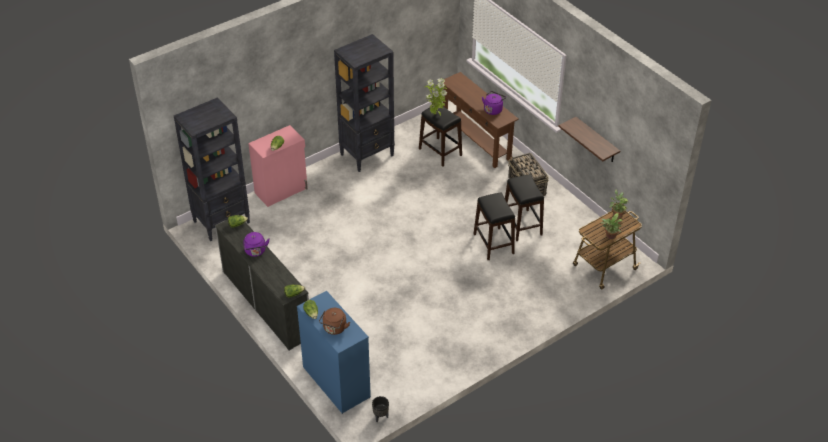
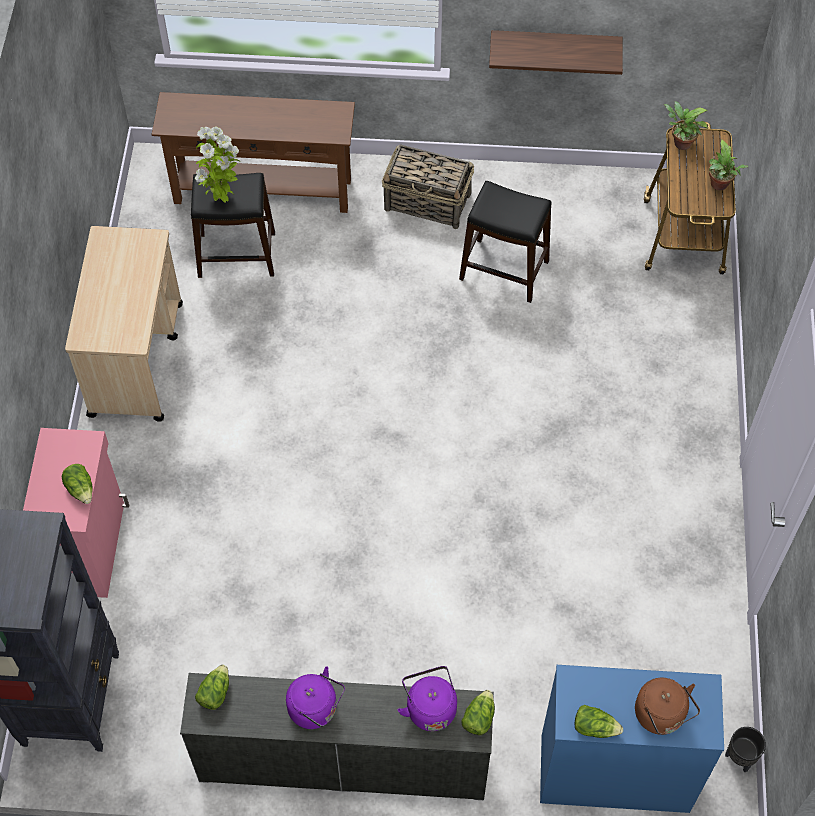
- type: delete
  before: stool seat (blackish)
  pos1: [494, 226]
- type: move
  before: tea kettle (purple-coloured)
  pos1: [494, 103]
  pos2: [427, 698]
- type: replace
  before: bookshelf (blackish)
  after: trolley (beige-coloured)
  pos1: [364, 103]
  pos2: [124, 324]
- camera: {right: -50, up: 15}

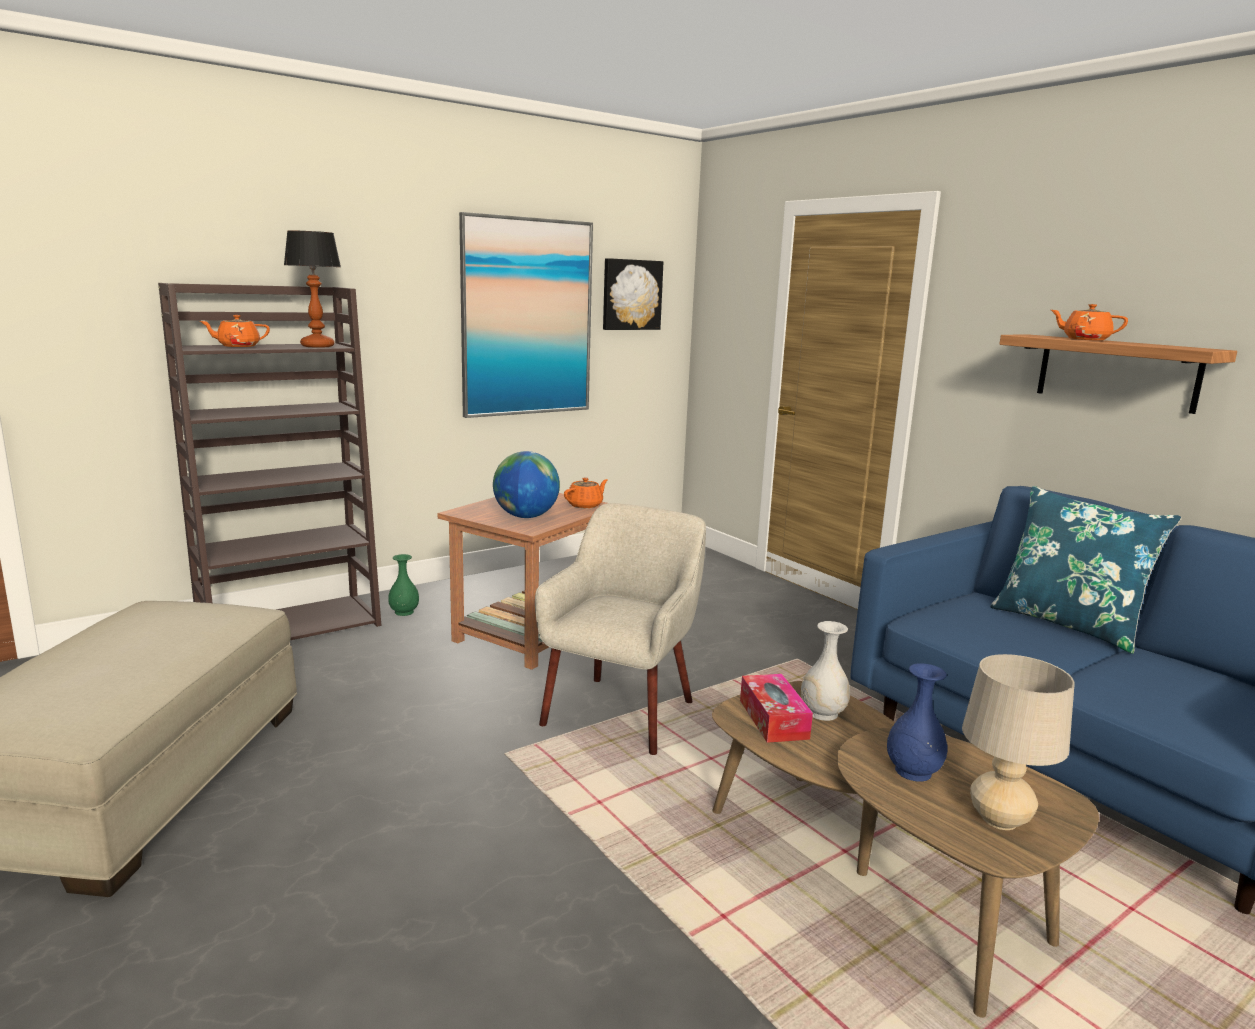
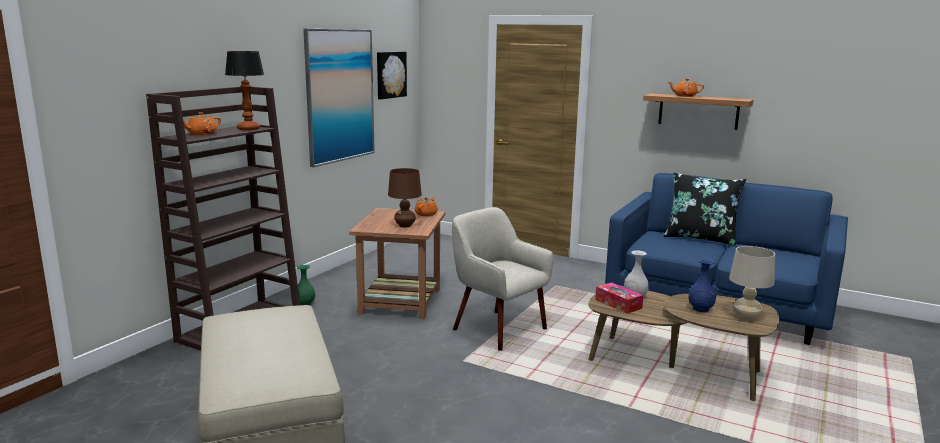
- type: replace
  before: world globe
  after: lamp for a table (brown)
  pos1: [526, 484]
  pos2: [405, 197]
- type: recolor
  before: cushion (blue)
  after: cushion (blackish)
  pos1: [1085, 570]
  pos2: [705, 209]
- type: rotate
  before: lounge chair (beige-coloured)
  pos1: [620, 629]
  pos2: [503, 279]
  turn: -45
- camera: {right: -25, up: 0}

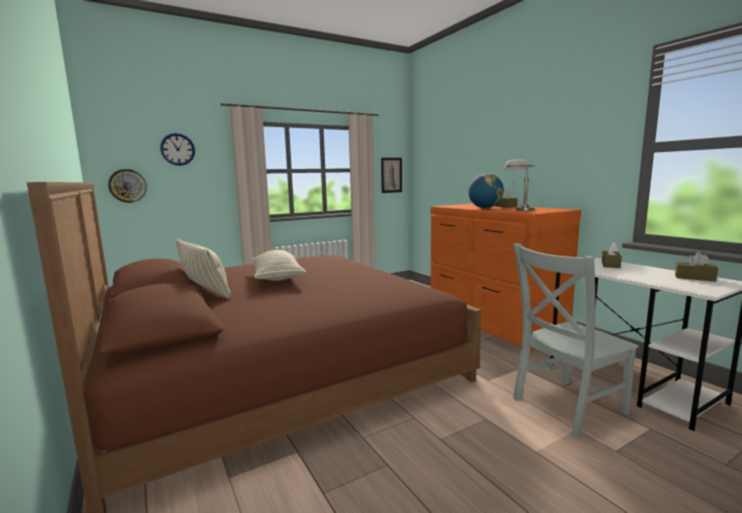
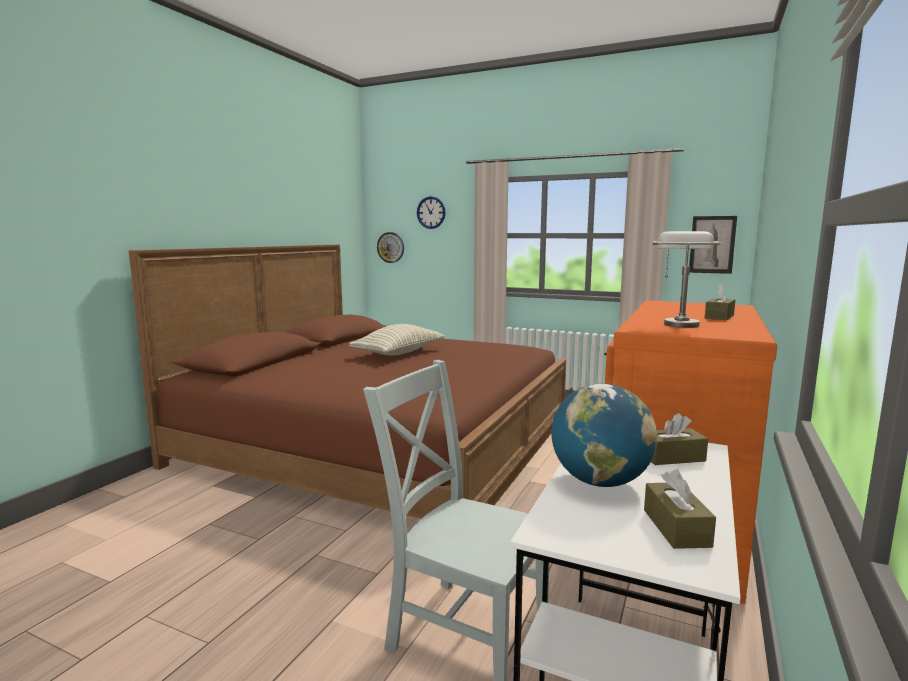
- type: delete
  before: cushion
  pos1: [203, 269]
- type: move
  before: world globe
  pos1: [486, 191]
  pos2: [604, 435]
- camera: {right: 55, up: 0}

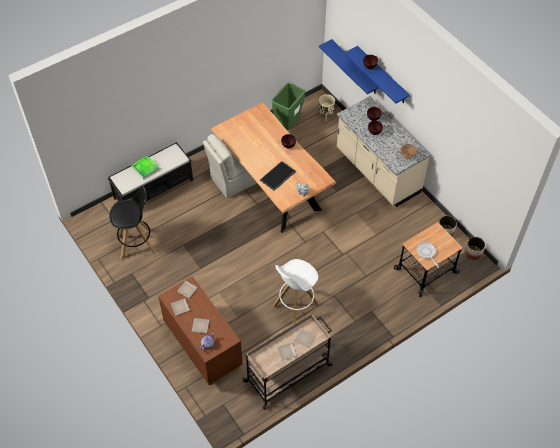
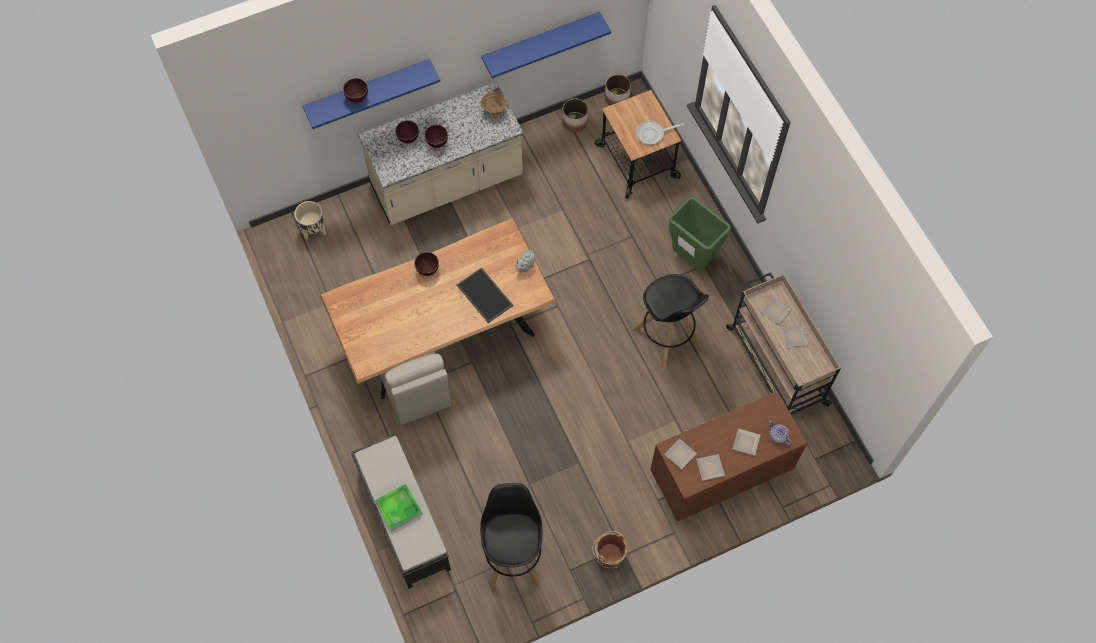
- type: insert
  after: bucket (brown)
  pos2: [609, 550]
- type: move
  before: waste bin (green-coloured)
  pos1: [288, 106]
  pos2: [700, 233]
- type: move
  before: wall shelf (blue)
  pos1: [349, 66]
  pos2: [546, 45]
- type: recolor
  before: stool seat (whitish)
  after: stool seat (blackish)
  pos1: [296, 291]
  pos2: [671, 321]
- camera: {right: -80, up: 10}

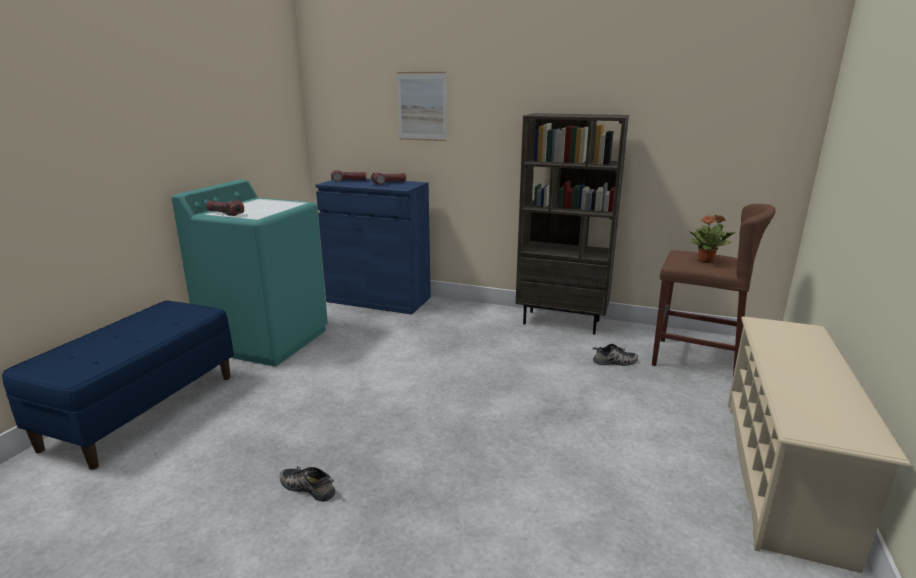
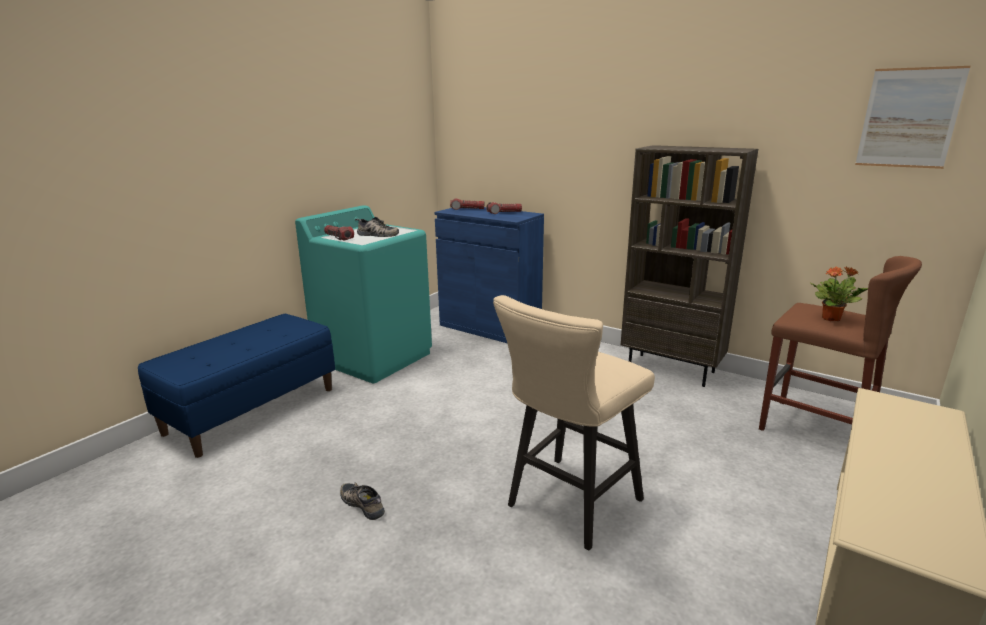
- type: insert
  after: stool seat (beige-coloured)
  pos2: [574, 423]
- type: move
  before: wall art
  pos1: [422, 106]
  pos2: [913, 117]
- type: move
  before: item of footwear
  pos1: [615, 355]
  pos2: [377, 227]
- camera: {right: 15, up: 0}

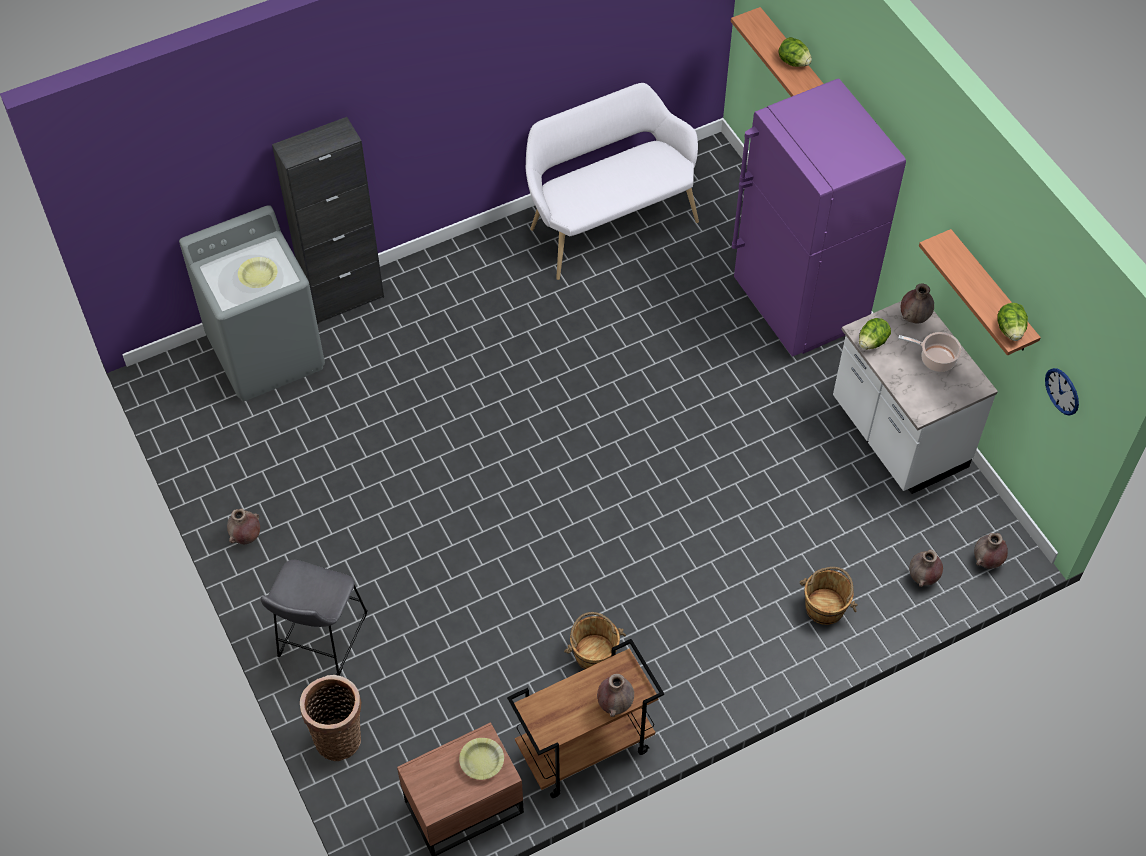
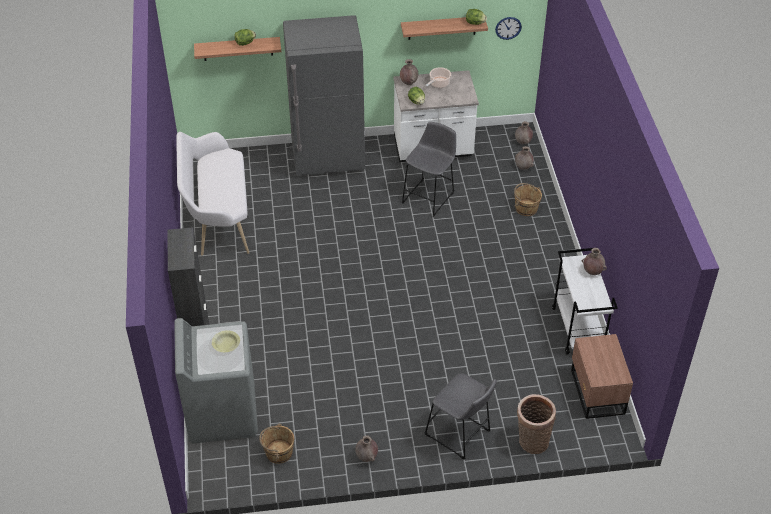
- type: delete
  before: serving bowl (yellowish)
  pos1: [481, 759]
- type: insert
  after: stool seat (gray)
  pos2: [429, 169]
- type: move
  before: bucket (brown)
  pos1: [595, 640]
  pos2: [276, 443]
- type: recolor
  before: trolley (brown)
  after: trolley (whitish)
  pos1: [585, 718]
  pos2: [585, 301]
- type: recolor
  before: kitchen fridge (purple-coloured)
  after: kitchen fridge (gray)
  pos1: [819, 217]
  pos2: [324, 95]
- camera: {right: -70, up: -10}

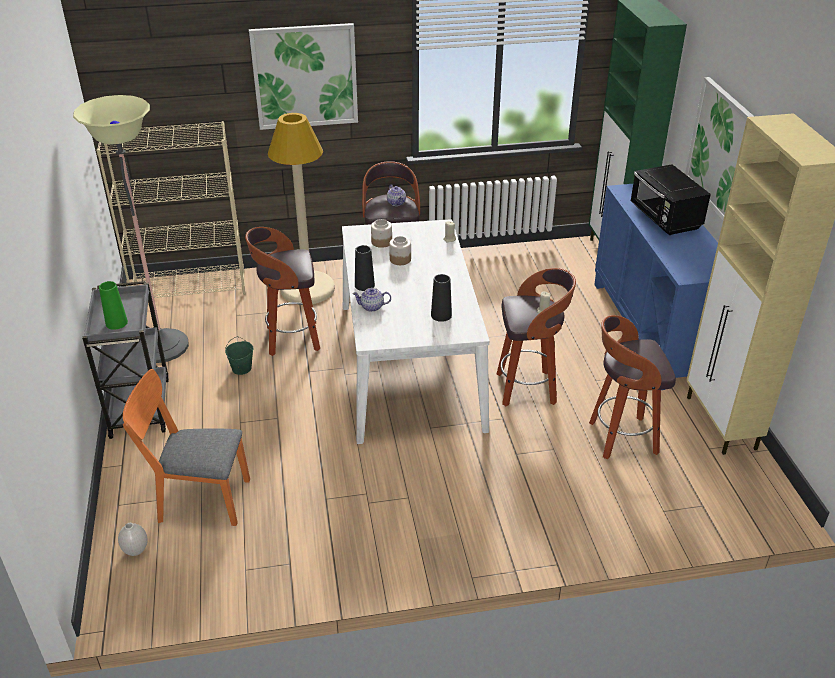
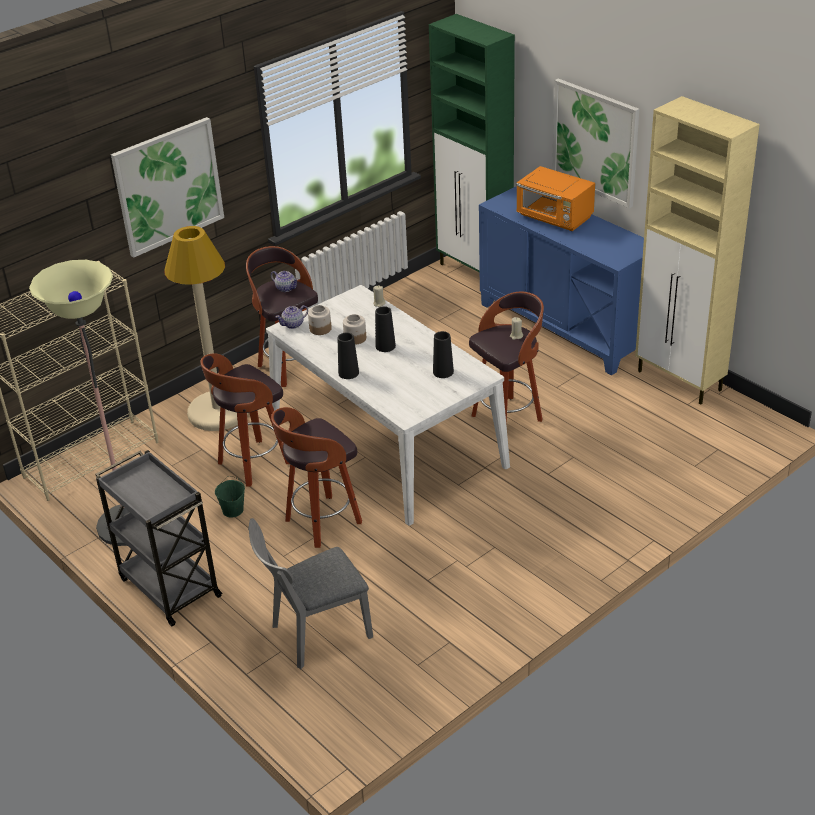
- type: delete
  before: vase (green-coloured)
  pos1: [113, 305]
- type: delete
  before: vase (whitish)
  pos1: [133, 539]
- type: insert
  after: vase (blackish)
  pos2: [385, 329]
- type: move
  before: tea pot
  pos1: [371, 300]
  pos2: [292, 317]
- type: move
  before: stool seat
  pos1: [632, 387]
  pos2: [316, 477]
- type: recolor
  before: upright chair (orange-coloured)
  after: upright chair (gray)
  pos1: [186, 447]
  pos2: [310, 593]
- type: recolor
  before: microwave (blackish)
  after: microwave (orange-coloured)
  pos1: [670, 199]
  pos2: [555, 198]
- camera: {right: -30, up: 0}

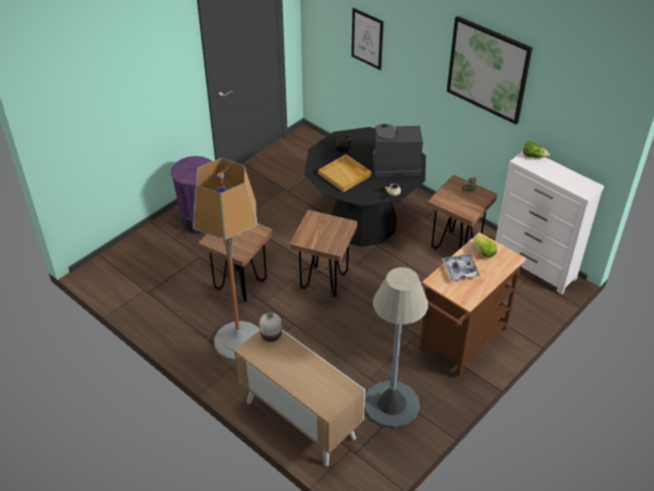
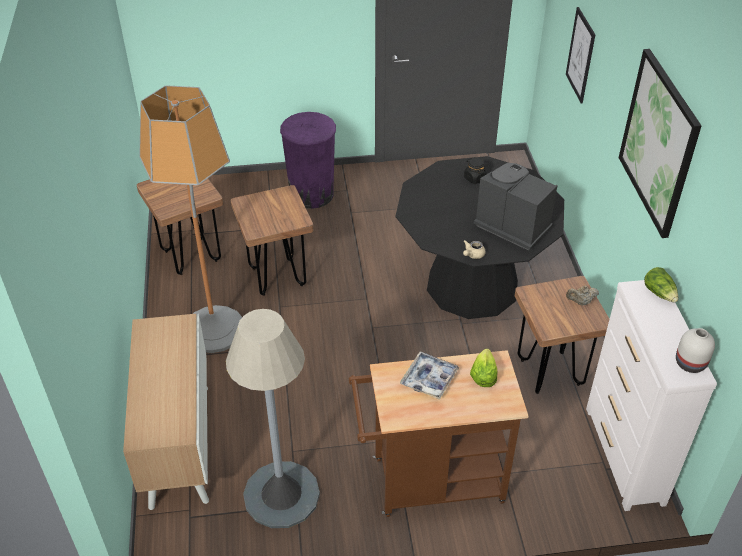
- type: delete
  before: carrying tray (beige-coloured)
  pos1: [345, 173]
- type: move
  before: vase (whitish)
  pos1: [271, 327]
  pos2: [695, 350]
- type: move
  before: stool seat (brown)
  pos1: [323, 253]
  pos2: [180, 227]
- camera: {right: 40, up: 0}

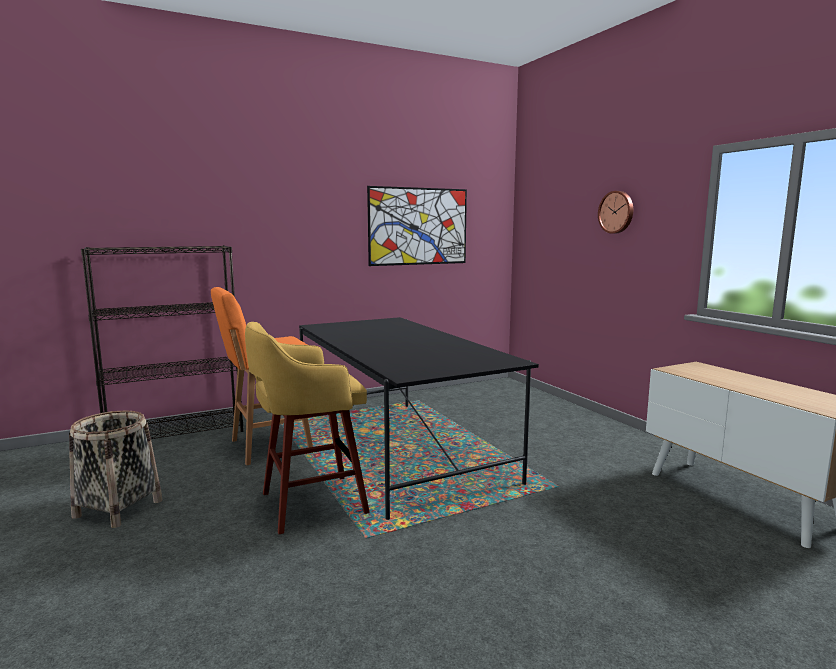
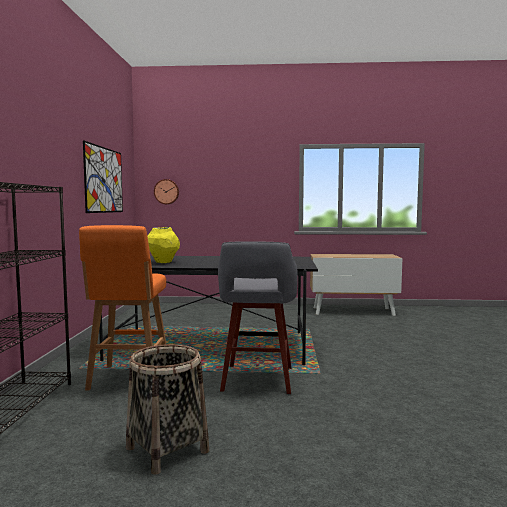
- type: insert
  after: vase (yellowish)
  pos2: [164, 245]
- type: move
  before: clock on the wall
  pos1: [615, 212]
  pos2: [166, 191]
- type: recolor
  before: stool seat (yellowish)
  after: stool seat (gray)
  pos1: [307, 428]
  pos2: [258, 317]
- camera: {right: -60, up: -5}

